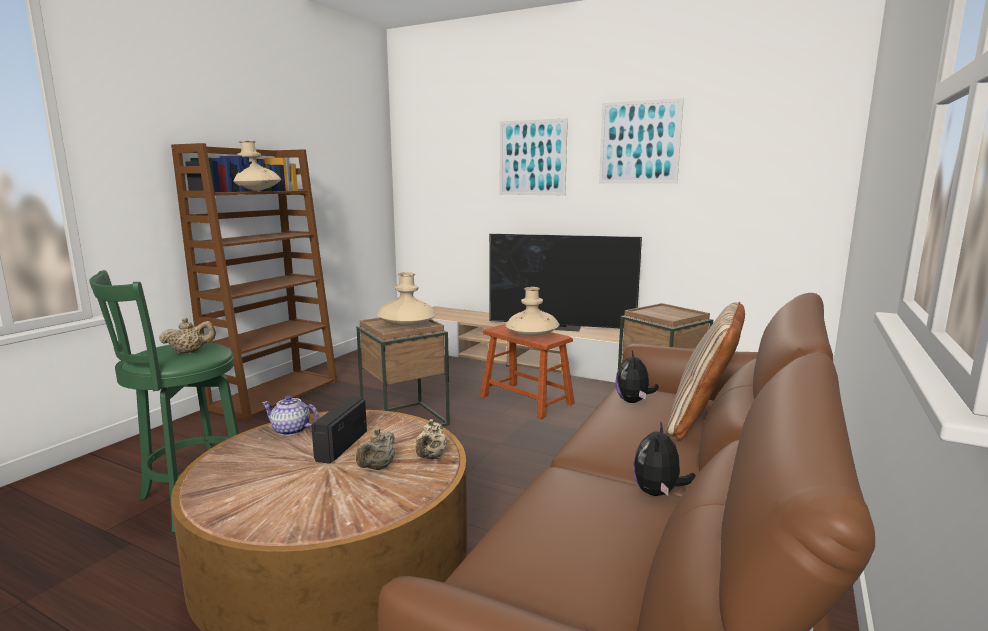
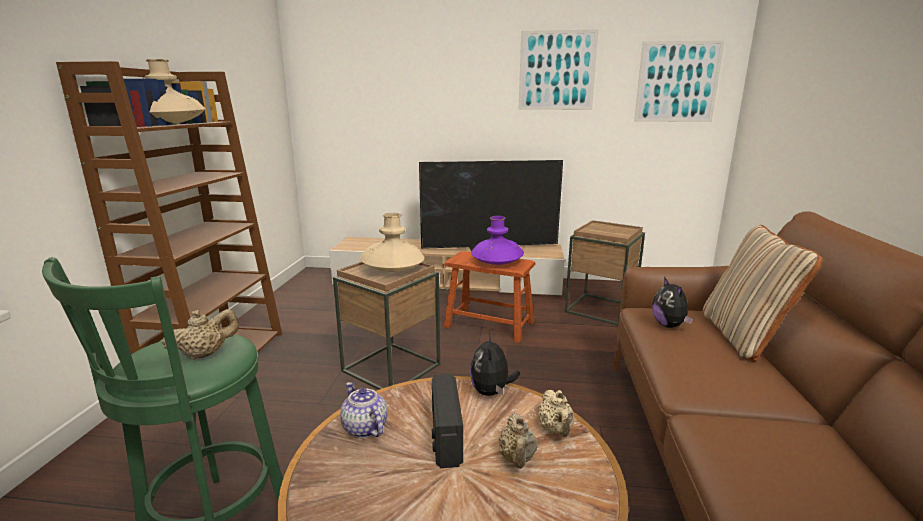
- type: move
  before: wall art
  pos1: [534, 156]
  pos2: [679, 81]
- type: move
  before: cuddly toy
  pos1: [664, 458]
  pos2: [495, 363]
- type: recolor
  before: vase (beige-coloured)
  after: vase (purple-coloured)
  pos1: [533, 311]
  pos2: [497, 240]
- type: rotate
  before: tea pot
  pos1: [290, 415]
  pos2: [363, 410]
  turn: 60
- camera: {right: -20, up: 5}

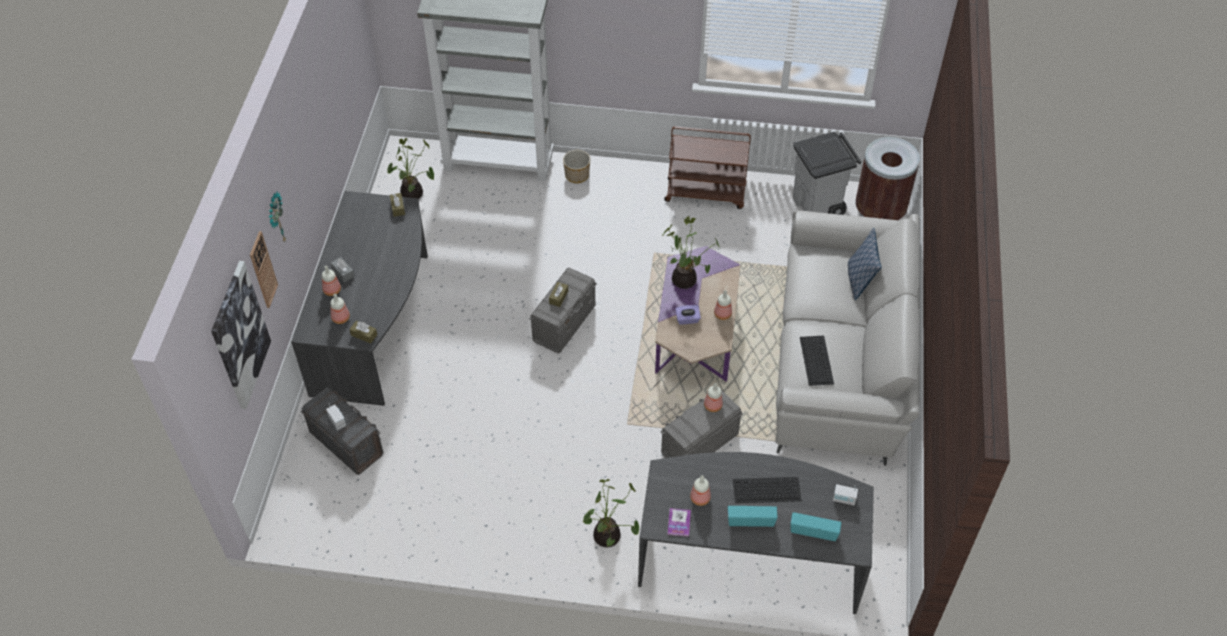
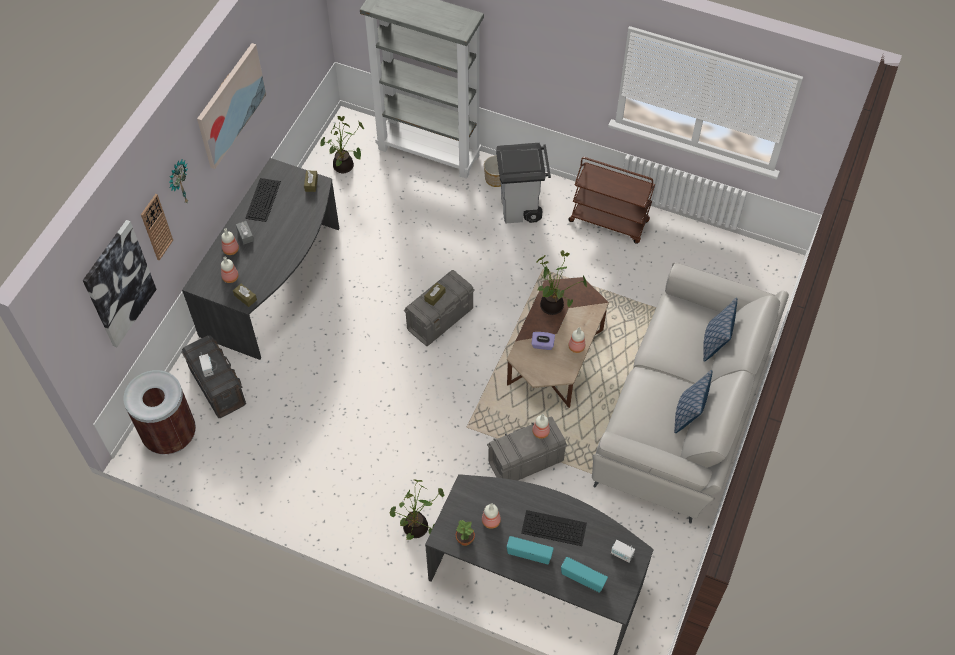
- type: insert
  after: wall art
  pos2: [231, 106]
- type: insert
  after: cushion
  pos2: [693, 401]
- type: move
  before: waste bin (gray)
  pos1: [827, 173]
  pos2: [523, 183]
- type: move
  before: keyboard
  pos1: [817, 361]
  pos2: [263, 200]
- type: move
  before: waste bin (brown)
  pos1: [887, 178]
  pos2: [159, 412]
- type: replace
  before: volume
  after: plant in a pot
  pos1: [679, 522]
  pos2: [465, 533]
- type: recolor
  before: lounge table (purple-coloured)
  after: lounge table (brown)
  pos1: [697, 313]
  pos2: [558, 342]
- camera: {right: 15, up: 5}

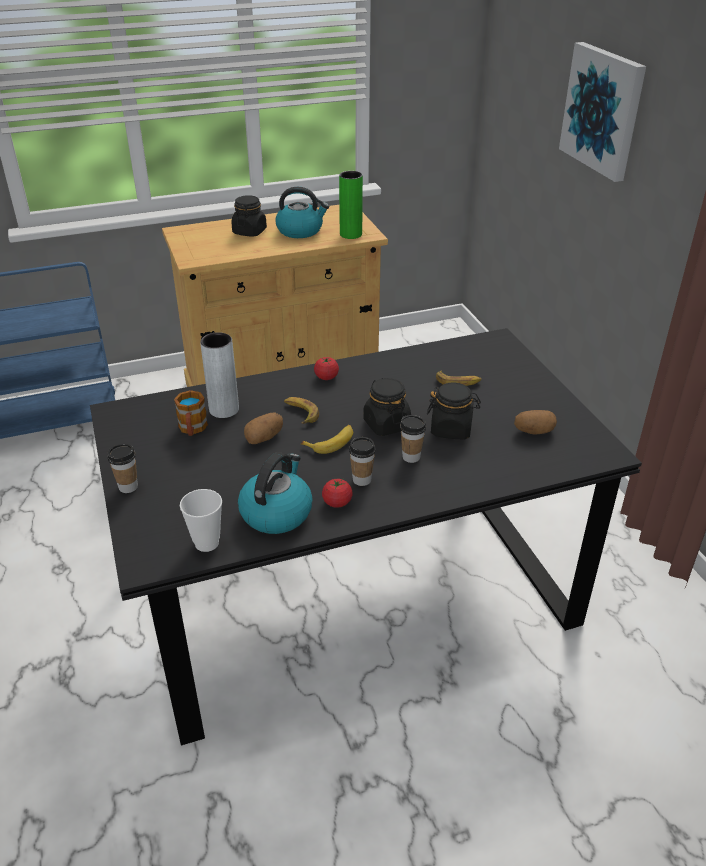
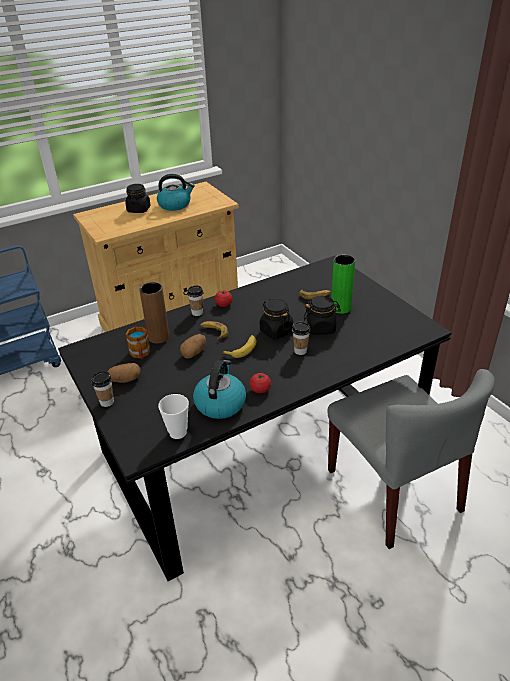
- type: delete
  before: wall art
  pos1: [602, 112]
- type: insert
  after: upright chair (gray)
  pos2: [411, 459]
- type: move
  before: vase (green-coloured)
  pos1: [351, 205]
  pos2: [343, 284]
- type: move
  before: drinking cup
  pos1: [362, 461]
  pos2: [195, 300]
- type: move
  before: whole potato
  pos1: [535, 422]
  pos2: [124, 373]
- type: recolor
  before: vase (gray)
  after: vase (brown)
  pos1: [219, 375]
  pos2: [154, 313]
- camera: {right: -10, up: 0}

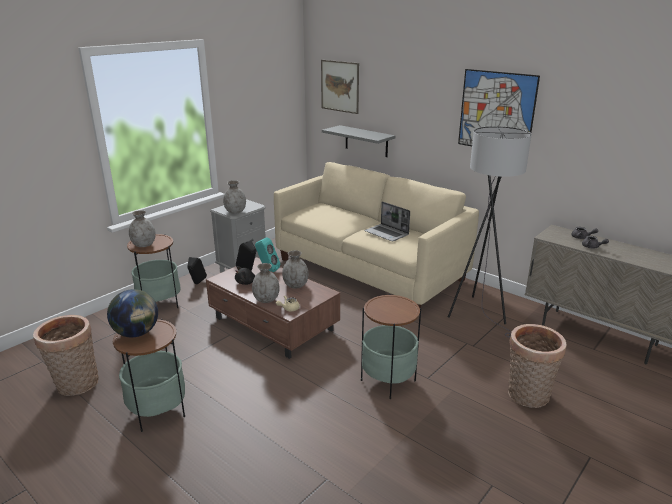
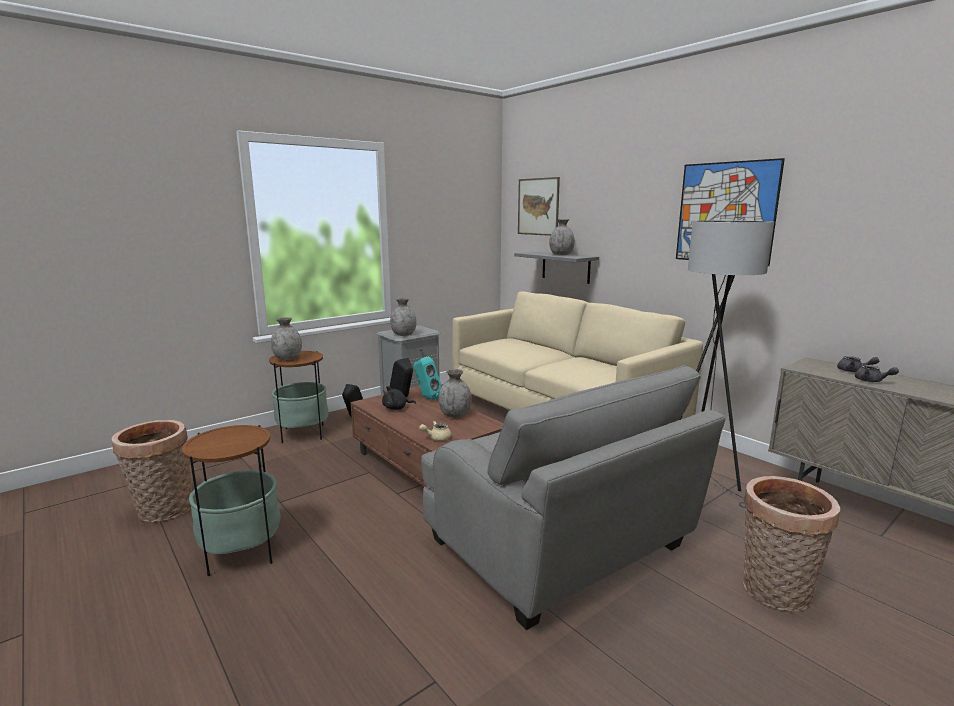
- type: delete
  before: world globe
  pos1: [132, 313]
- type: delete
  before: portable computer
  pos1: [387, 221]
- type: move
  before: vase (gray)
  pos1: [266, 283]
  pos2: [562, 237]
- type: replace
  before: end table
  after: lounge chair (gray)
  pos1: [391, 346]
  pos2: [573, 497]
- camera: {right: 10, up: -10}

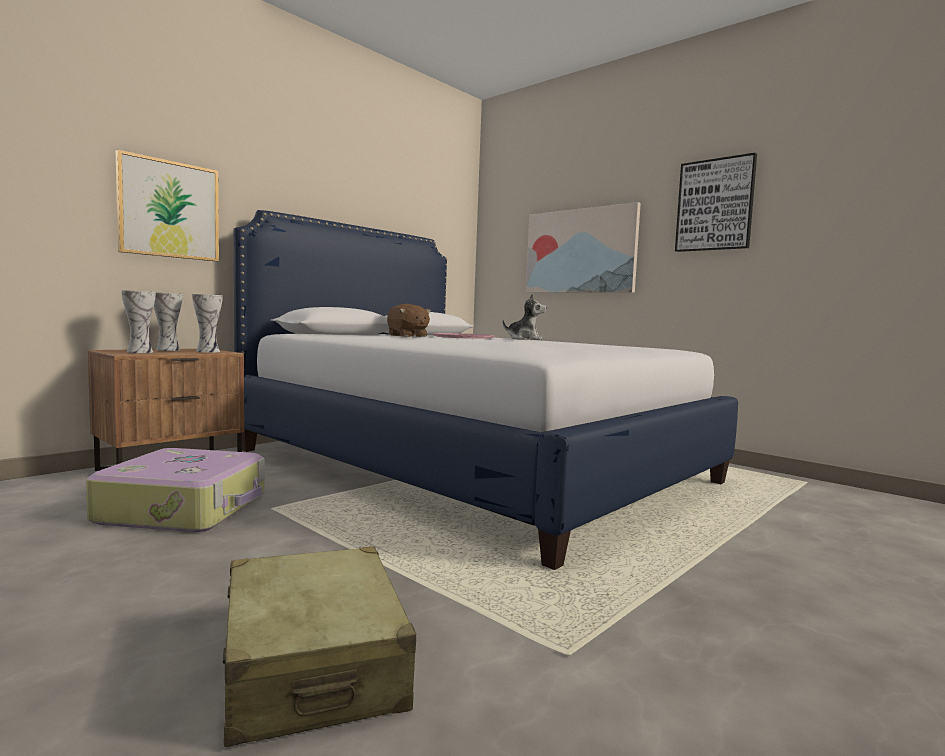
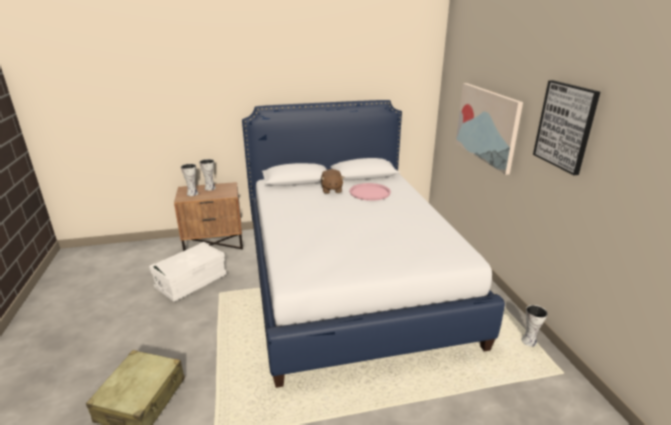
- type: delete
  before: wall art
  pos1: [167, 206]
- type: delete
  before: cuddly toy
  pos1: [525, 317]
- type: move
  before: vase
  pos1: [207, 323]
  pos2: [534, 326]
- type: replace
  before: travel case
  after: storage box (whitish)
  pos1: [175, 490]
  pos2: [187, 272]
- camera: {right: 35, up: 20}

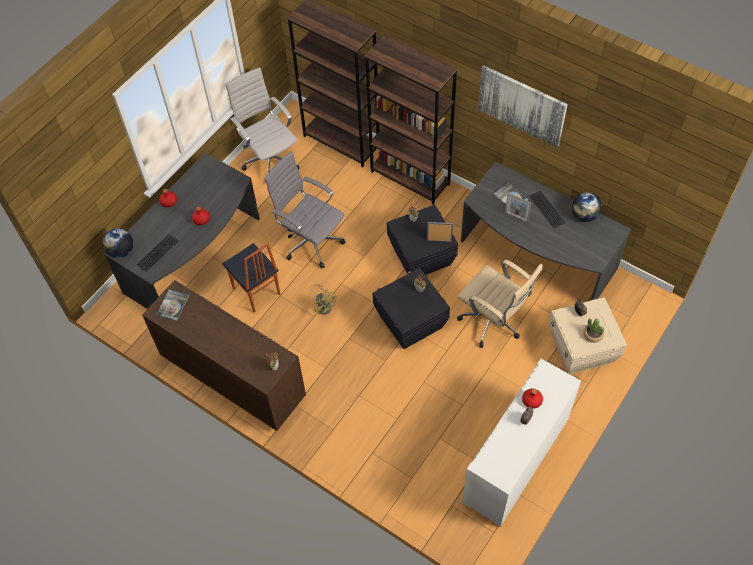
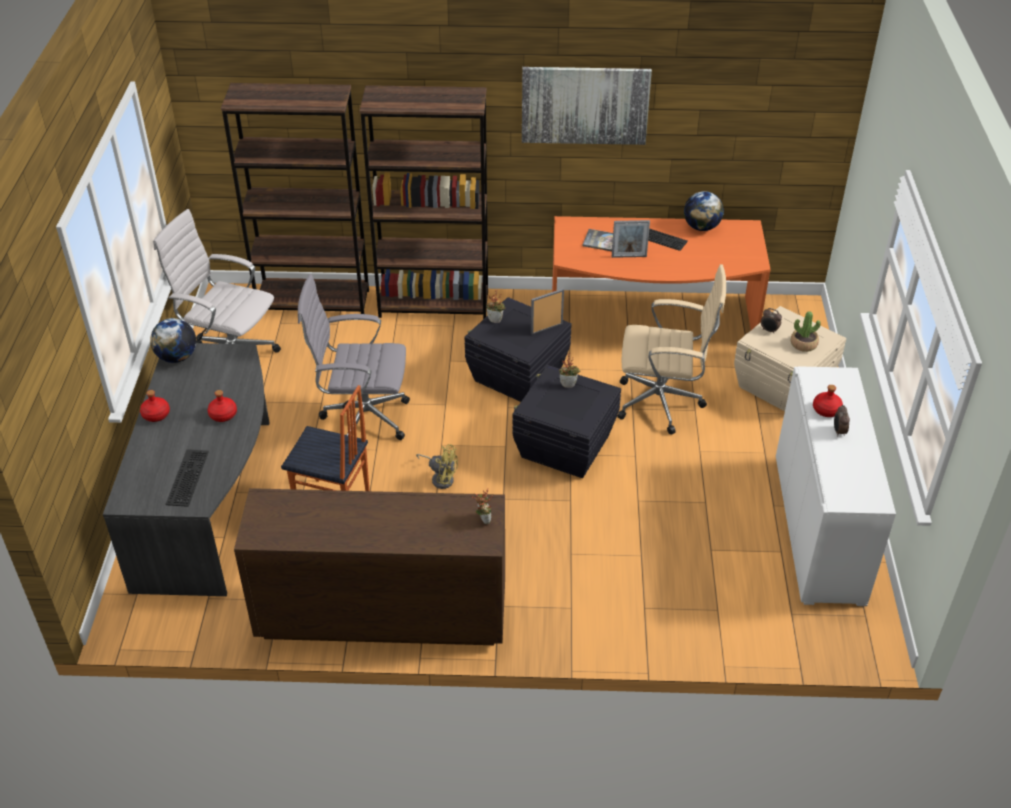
- type: delete
  before: volume
  pos1: [172, 305]
- type: move
  before: world globe
  pos1: [118, 243]
  pos2: [173, 340]
- type: recolor
  before: desk table (gray)
  after: desk table (orange-coloured)
  pos1: [546, 230]
  pos2: [661, 273]
- camera: {right: -35, up: -15}

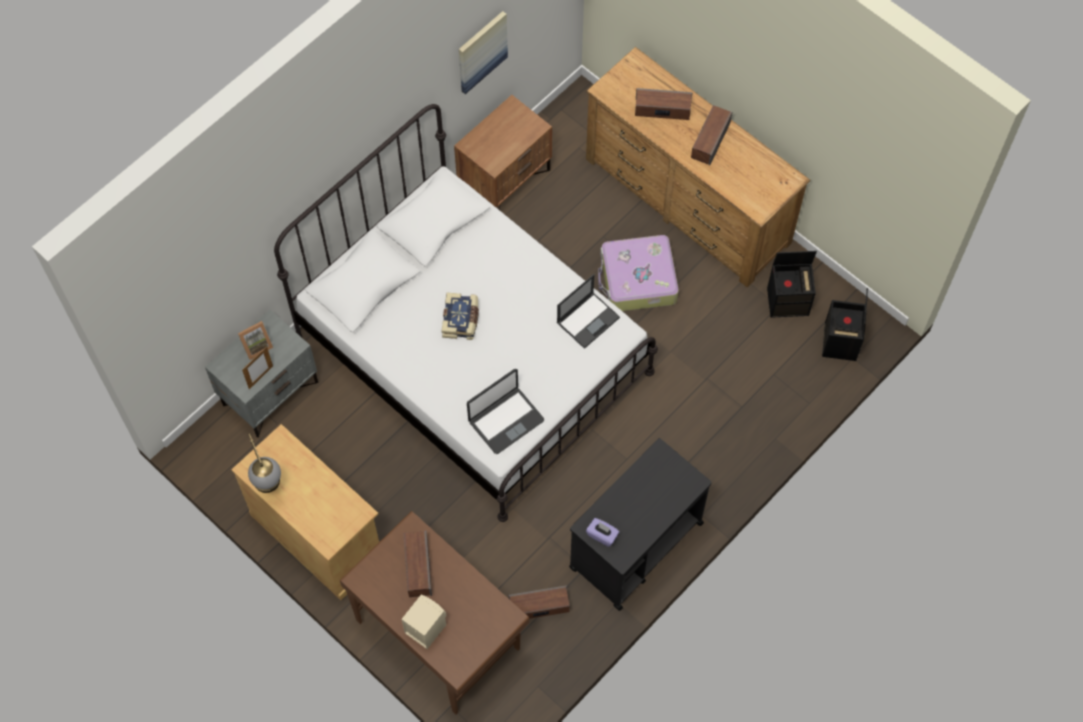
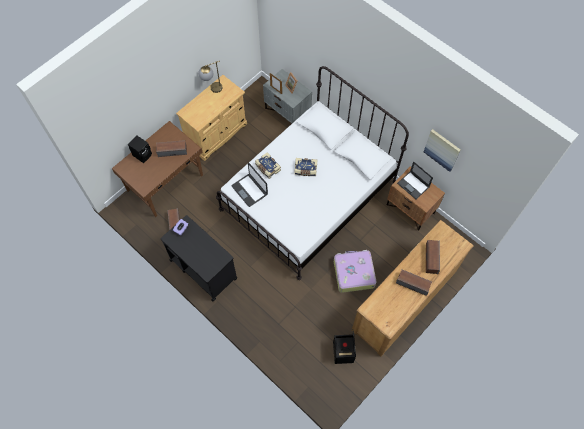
- type: delete
  before: storage box (blackish)
  pos1: [845, 324]
- type: insert
  after: volume
  pos2: [268, 166]
- type: move
  before: portable computer
  pos1: [588, 311]
  pos2: [415, 180]
- type: recolor
  before: loudspeaker (beige-coloured)
  after: loudspeaker (blackish)
  pos1: [424, 621]
  pos2: [140, 149]
- camera: {right: 90, up: 0}

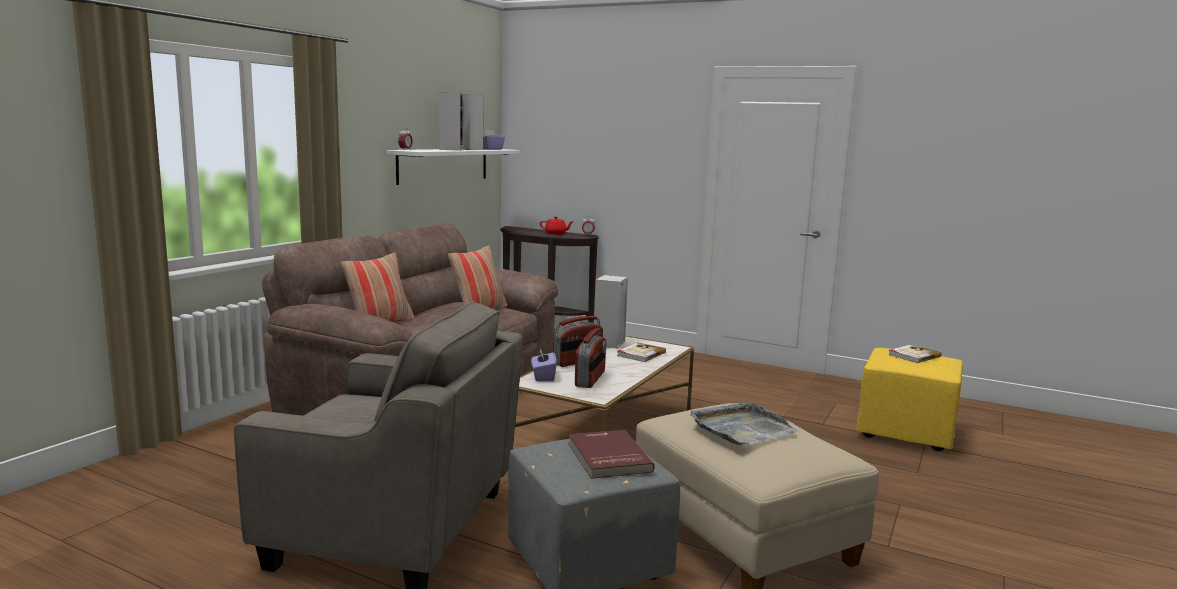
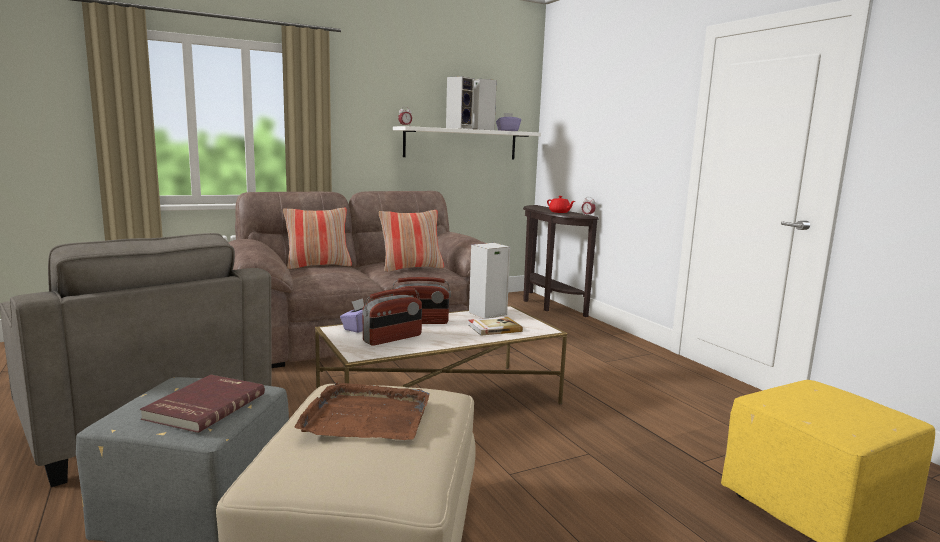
- type: delete
  before: volume
  pos1: [915, 353]
- type: recolor
  before: carrying tray (gray)
  after: carrying tray (brown)
  pos1: [744, 423]
  pos2: [362, 410]
- camera: {right: 35, up: 0}

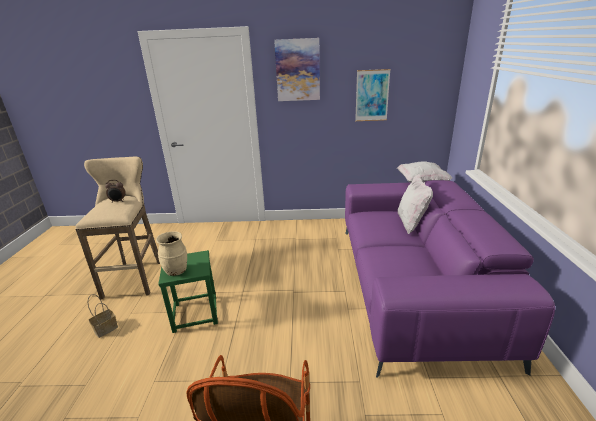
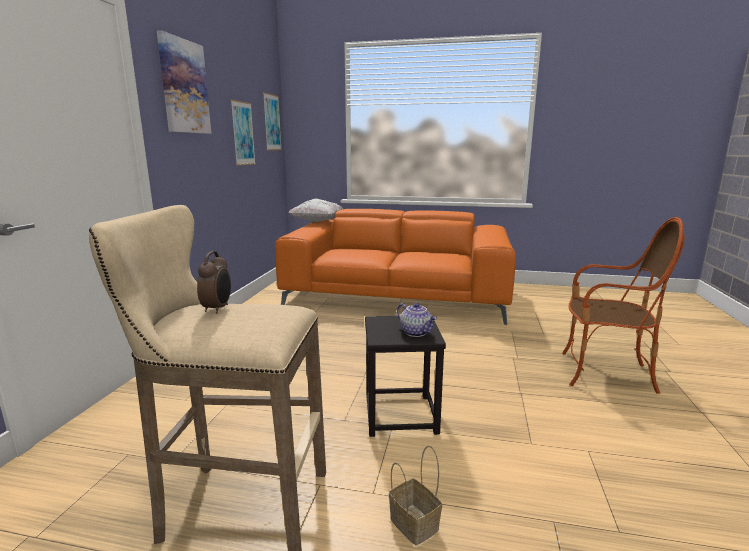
- type: delete
  before: cushion (whitish)
  pos1: [415, 204]
- type: insert
  after: wall art
  pos2: [272, 121]
- type: replace
  before: vase (beige-coloured)
  after: tea pot
  pos1: [171, 253]
  pos2: [417, 320]
- type: recolor
  before: stool seat (green-coloured)
  after: stool seat (blackish)
  pos1: [188, 291]
  pos2: [405, 376]
- type: recolor
  before: settee (purple-coloured)
  after: settee (orange-coloured)
  pos1: [450, 279]
  pos2: [395, 267]
- camera: {right: -80, up: -10}

